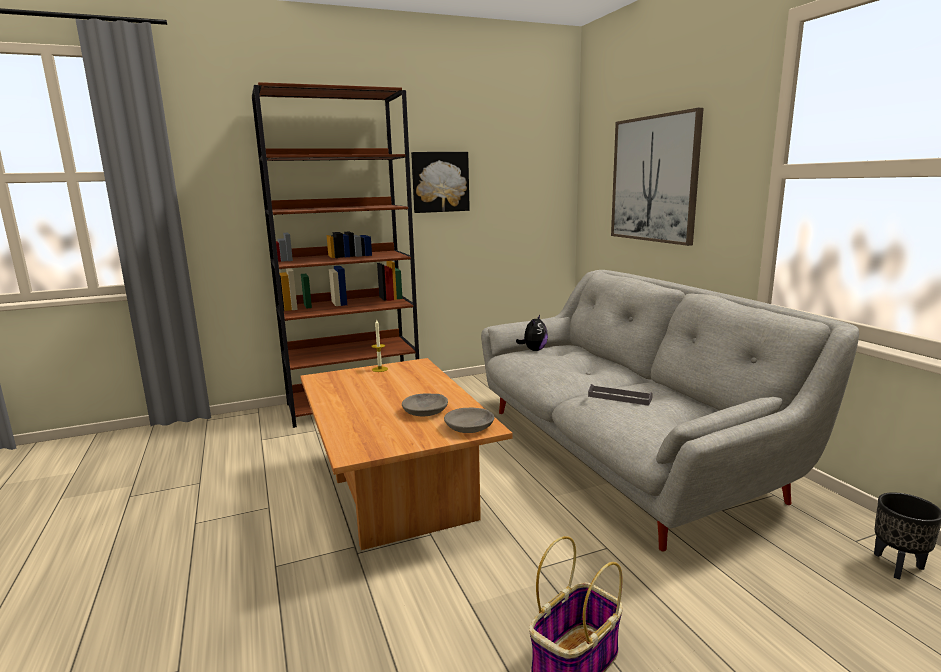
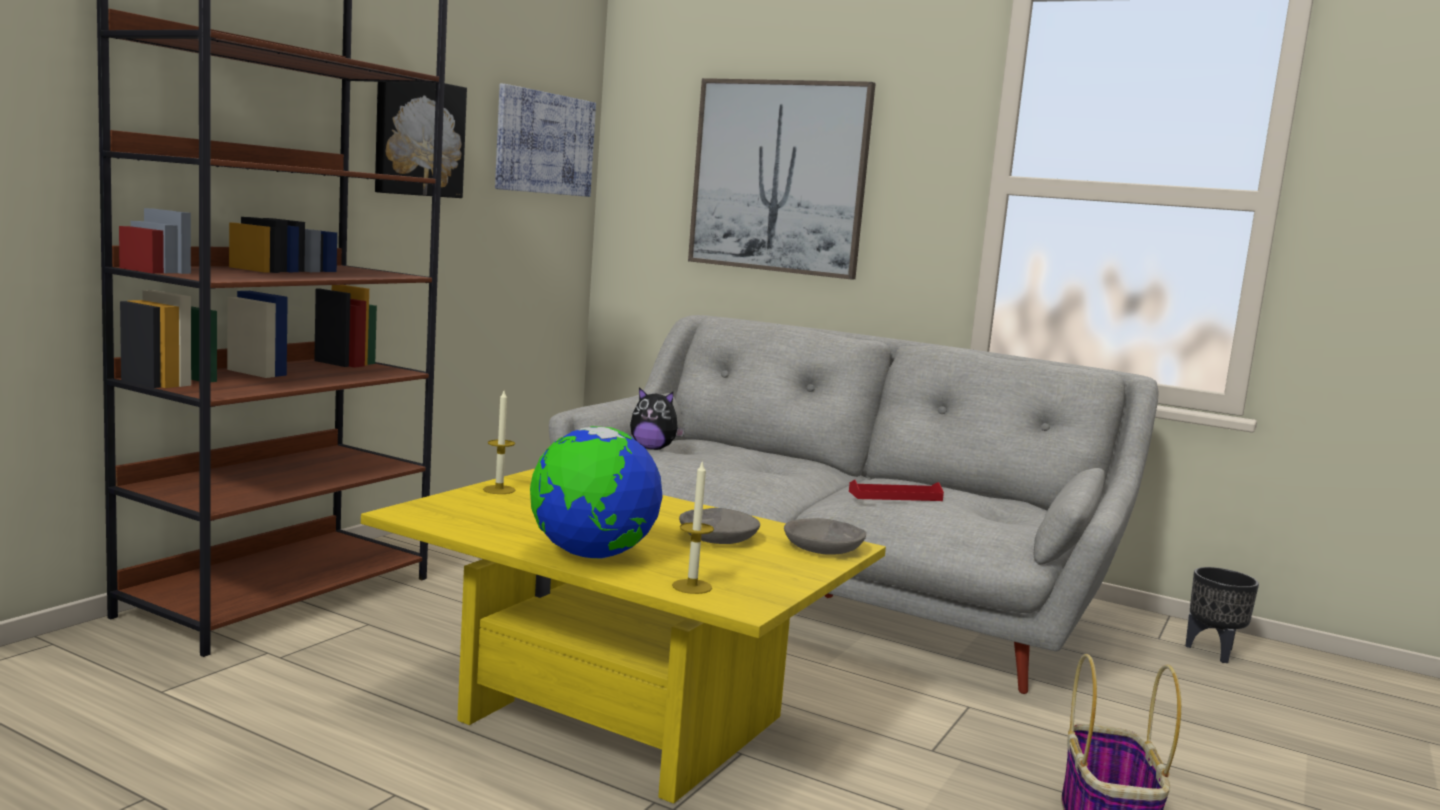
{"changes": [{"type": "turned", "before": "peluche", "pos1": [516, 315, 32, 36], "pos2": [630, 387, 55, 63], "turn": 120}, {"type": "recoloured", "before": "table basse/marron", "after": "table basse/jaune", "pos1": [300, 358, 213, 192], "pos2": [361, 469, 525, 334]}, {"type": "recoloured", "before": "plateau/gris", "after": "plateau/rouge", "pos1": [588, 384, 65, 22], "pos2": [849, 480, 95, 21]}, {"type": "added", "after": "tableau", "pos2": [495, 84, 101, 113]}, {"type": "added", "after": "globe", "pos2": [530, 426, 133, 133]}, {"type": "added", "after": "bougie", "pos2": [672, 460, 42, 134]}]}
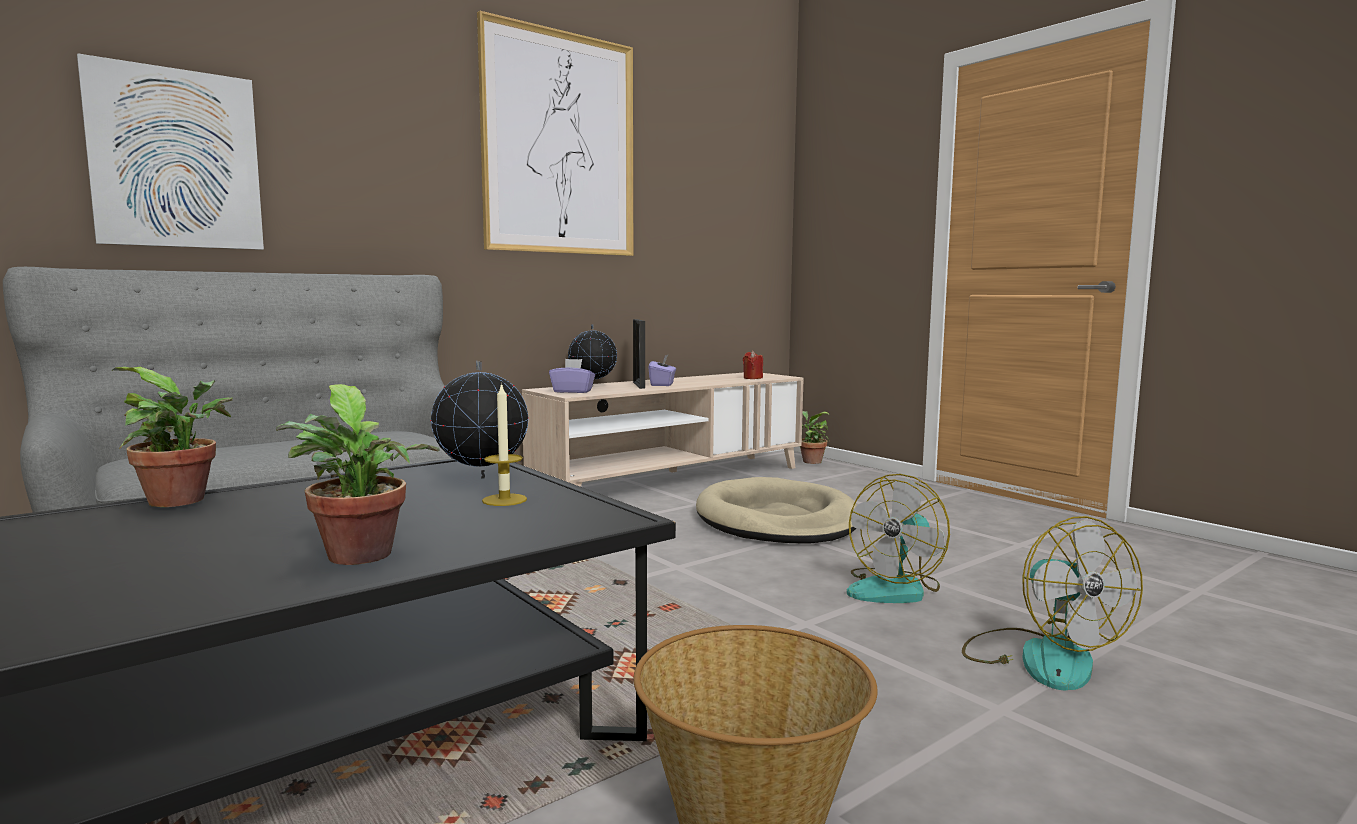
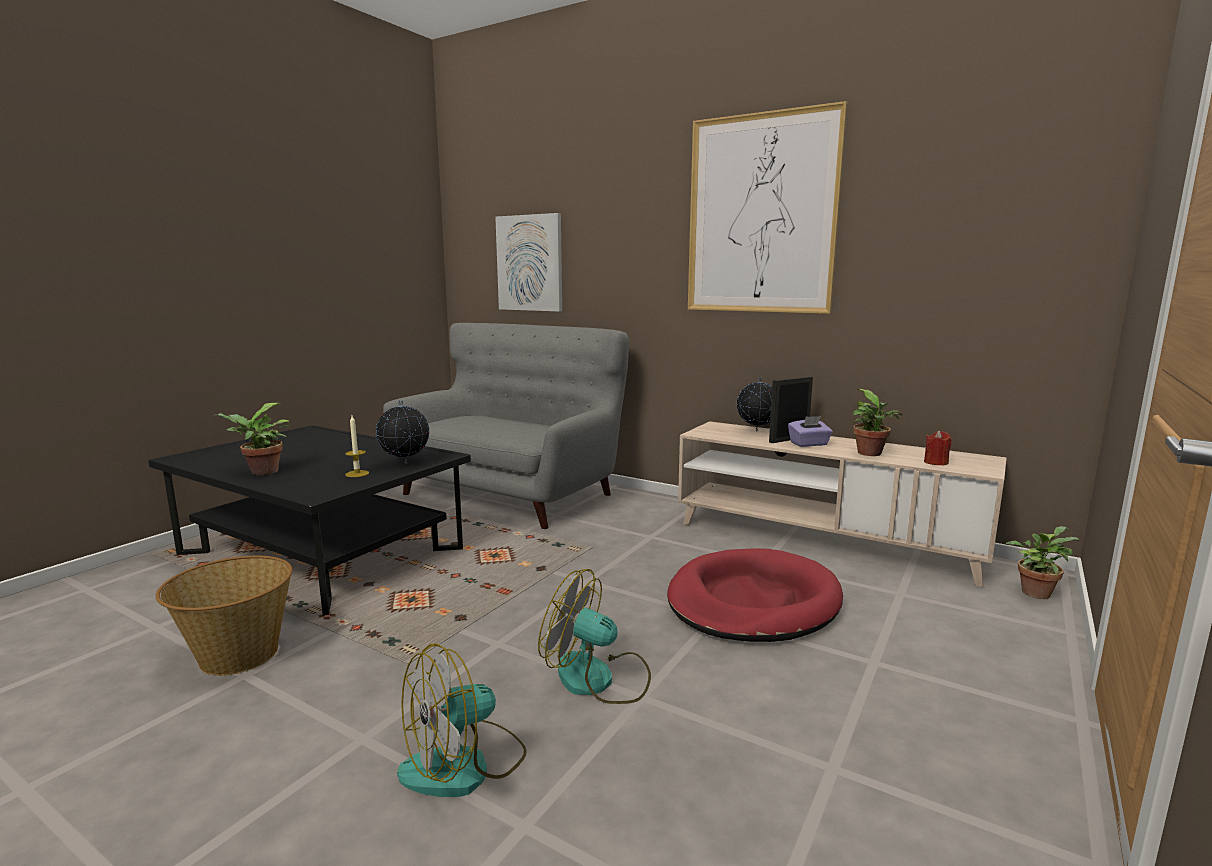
{"changes": [{"type": "removed", "before": "boîte à mouchoirs/violet", "pos1": [549, 359, 46, 34]}, {"type": "moved", "before": "plante en pot", "pos1": [111, 367, 122, 140], "pos2": [851, 389, 52, 67]}, {"type": "recoloured", "before": "panier pour chien/beige", "after": "panier pour chien/rouge", "pos1": [696, 477, 161, 67], "pos2": [667, 548, 176, 94]}]}
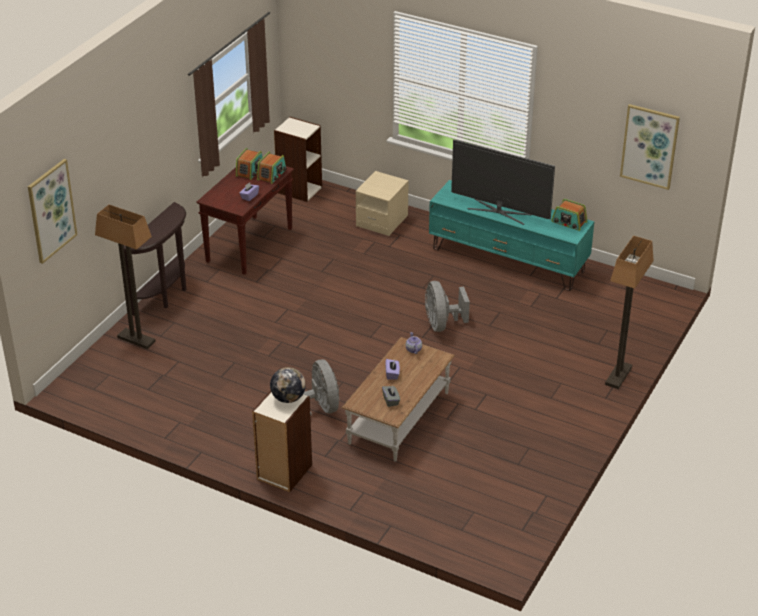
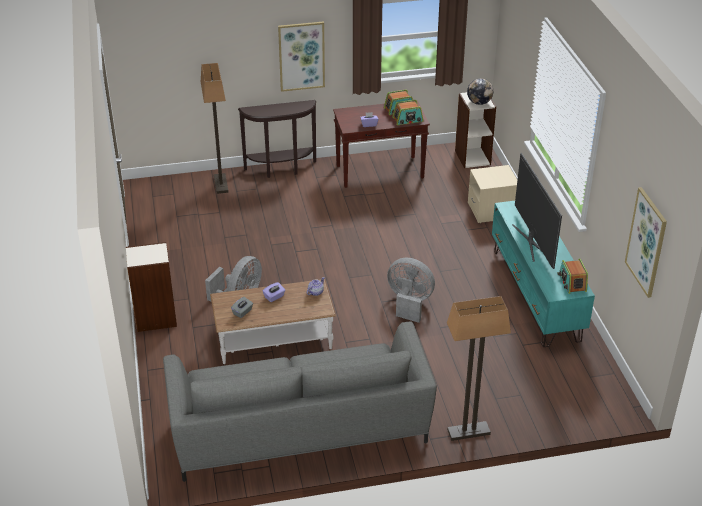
{"changes": [{"type": "moved", "before": "tableau", "pos1": [28, 159, 49, 105], "pos2": [278, 21, 47, 71]}, {"type": "turned", "before": "ventilateur/gris", "pos1": [425, 281, 45, 51], "pos2": [387, 258, 48, 65], "turn": 75}, {"type": "moved", "before": "globe", "pos1": [270, 367, 36, 36], "pos2": [467, 78, 26, 27]}, {"type": "added", "after": "canapé/gris", "pos2": [163, 321, 274, 161]}]}
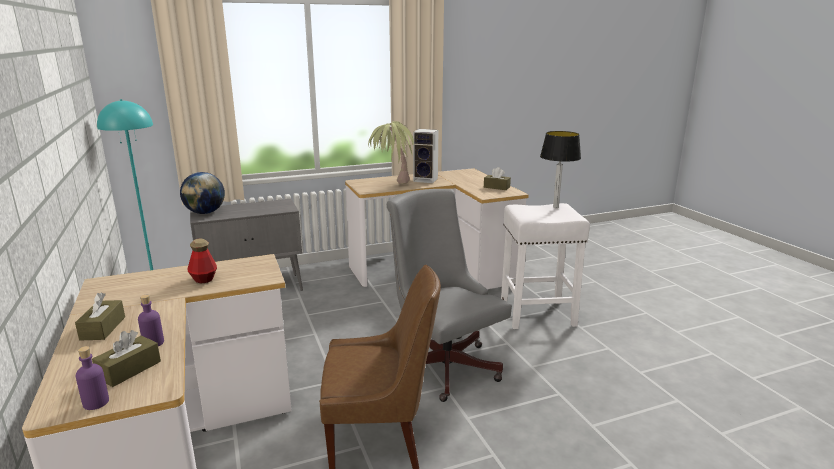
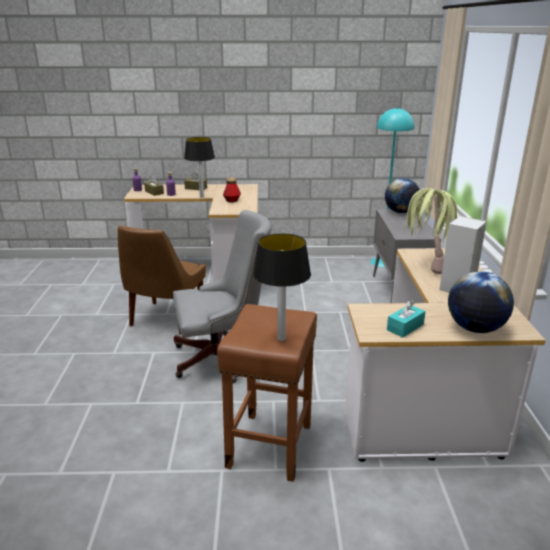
{"changes": [{"type": "recoloured", "before": "boîte à mouchoirs/marron", "after": "boîte à mouchoirs/turquoise", "pos1": [484, 167, 27, 23], "pos2": [387, 300, 39, 37]}, {"type": "recoloured", "before": "tabouret/blanc", "after": "tabouret/marron", "pos1": [501, 203, 89, 126], "pos2": [217, 304, 100, 178]}, {"type": "added", "after": "lampe de table", "pos2": [184, 137, 31, 61]}, {"type": "added", "after": "globe", "pos2": [448, 271, 66, 62]}]}
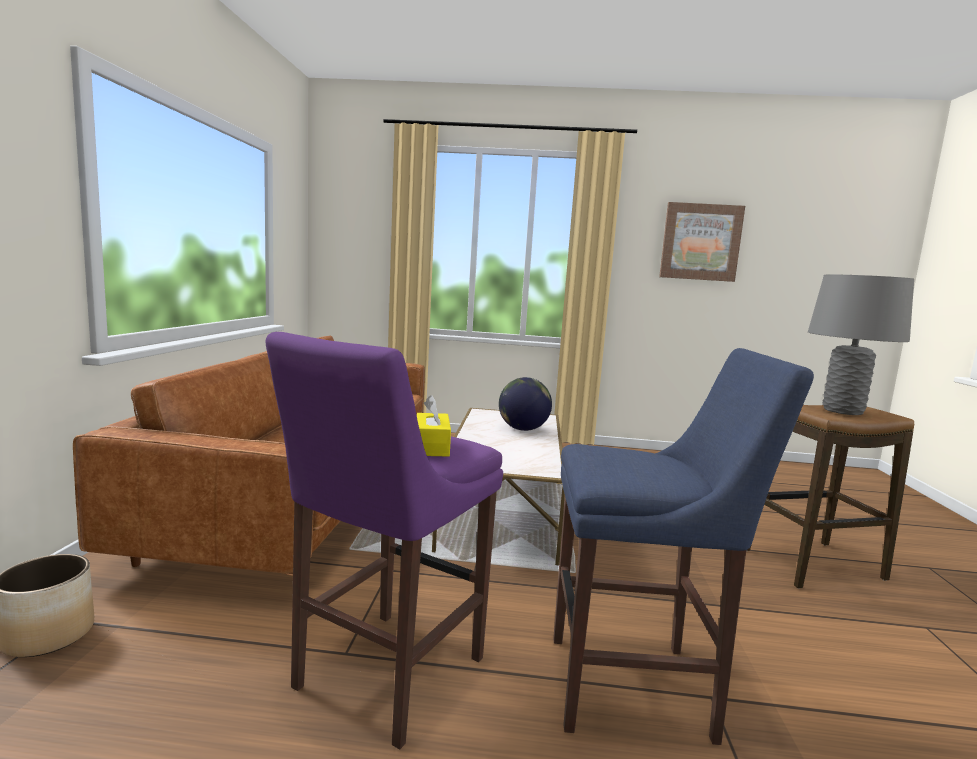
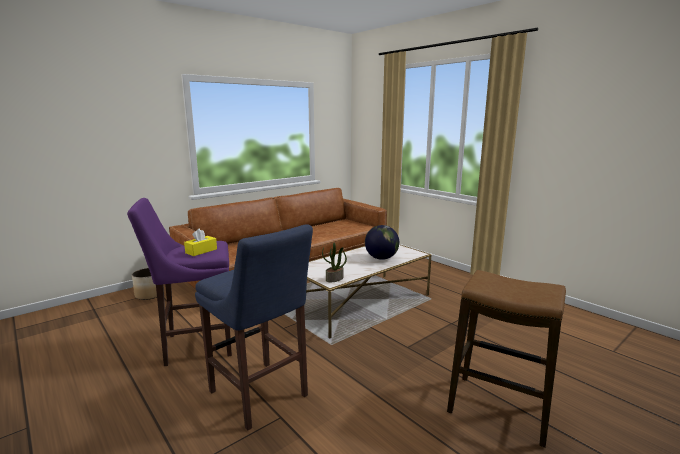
{"changes": [{"type": "removed", "before": "tableau", "pos1": [659, 202, 86, 80]}, {"type": "removed", "before": "lampe de table/gris", "pos1": [808, 274, 106, 141]}, {"type": "added", "after": "plante en pot", "pos2": [322, 242, 25, 40]}]}
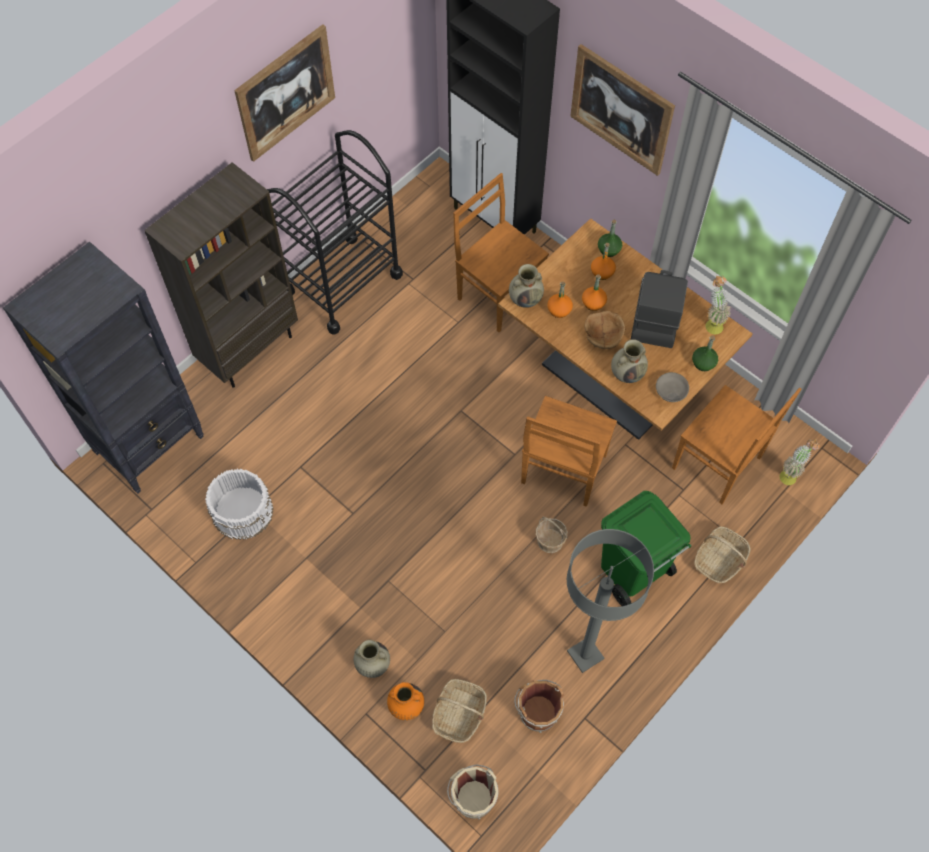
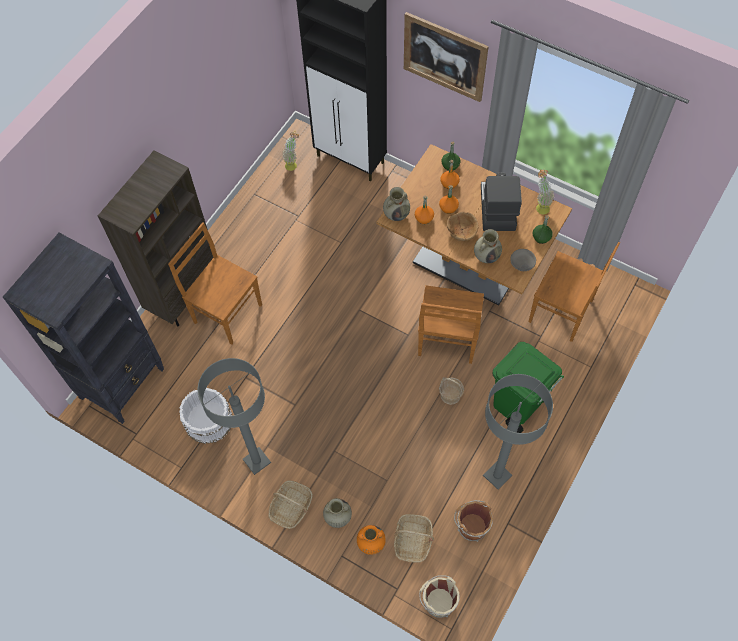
{"changes": [{"type": "removed", "before": "tableau", "pos1": [234, 24, 101, 138]}, {"type": "removed", "before": "chariot/noir", "pos1": [267, 130, 136, 205]}, {"type": "moved", "before": "chaise/marron", "pos1": [453, 173, 96, 159], "pos2": [168, 222, 94, 123]}, {"type": "moved", "before": "plante en pot", "pos1": [779, 439, 41, 46], "pos2": [282, 131, 17, 40]}, {"type": "moved", "before": "panier", "pos1": [694, 526, 56, 57], "pos2": [268, 481, 45, 48]}, {"type": "added", "after": "lampadaire/gris", "pos2": [197, 358, 74, 117]}]}
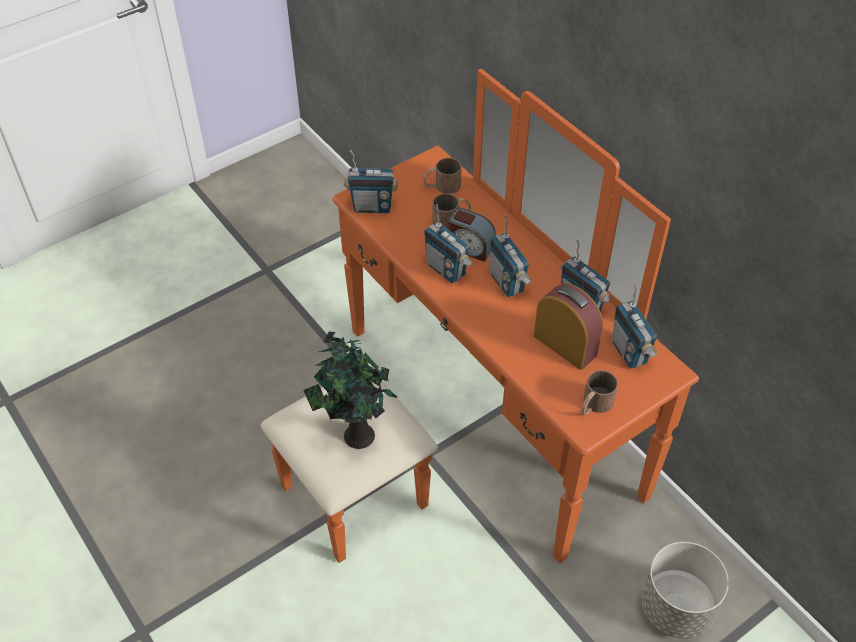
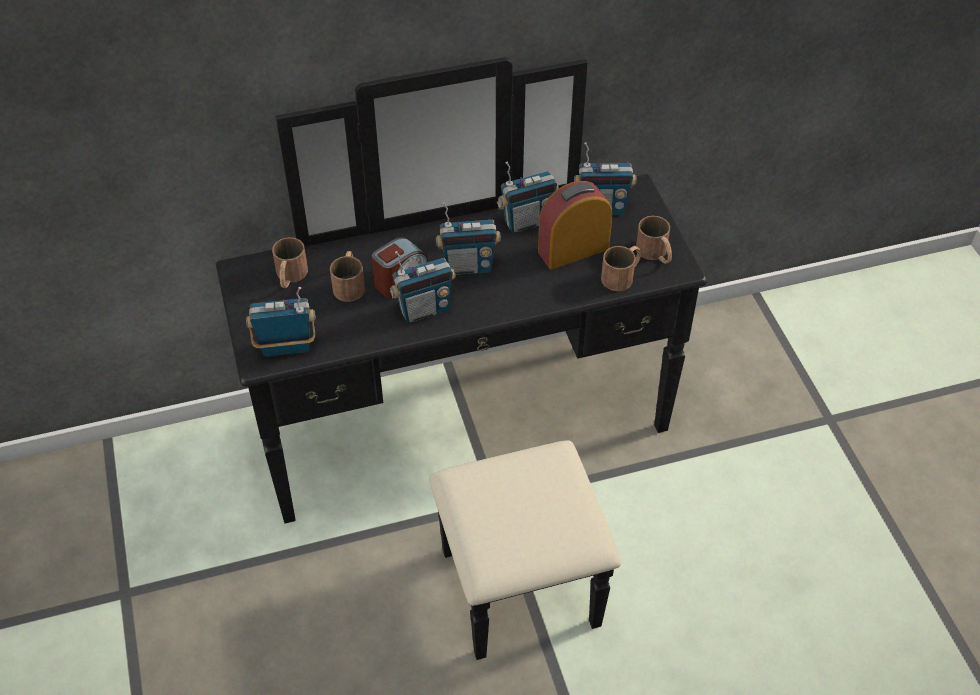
{"changes": [{"type": "recoloured", "before": "commode/orange", "after": "commode/noir", "pos1": [261, 69, 438, 494], "pos2": [216, 57, 491, 603]}, {"type": "turned", "before": "radio", "pos1": [344, 150, 54, 63], "pos2": [246, 287, 70, 69], "turn": -120}, {"type": "removed", "before": "plante en pot", "pos1": [303, 332, 94, 117]}, {"type": "removed", "before": "cache-pot/gris", "pos1": [641, 542, 88, 97]}, {"type": "added", "after": "mug/marron", "pos2": [601, 246, 40, 45]}]}
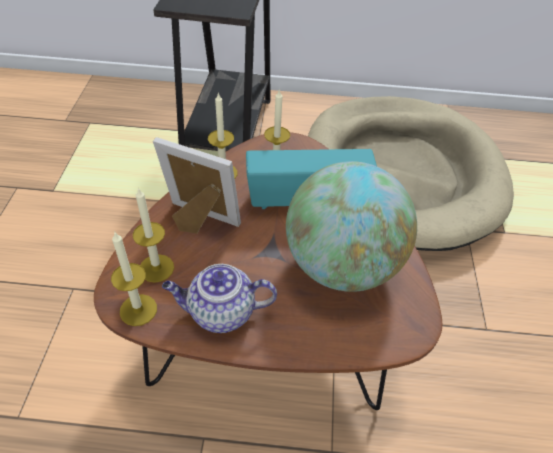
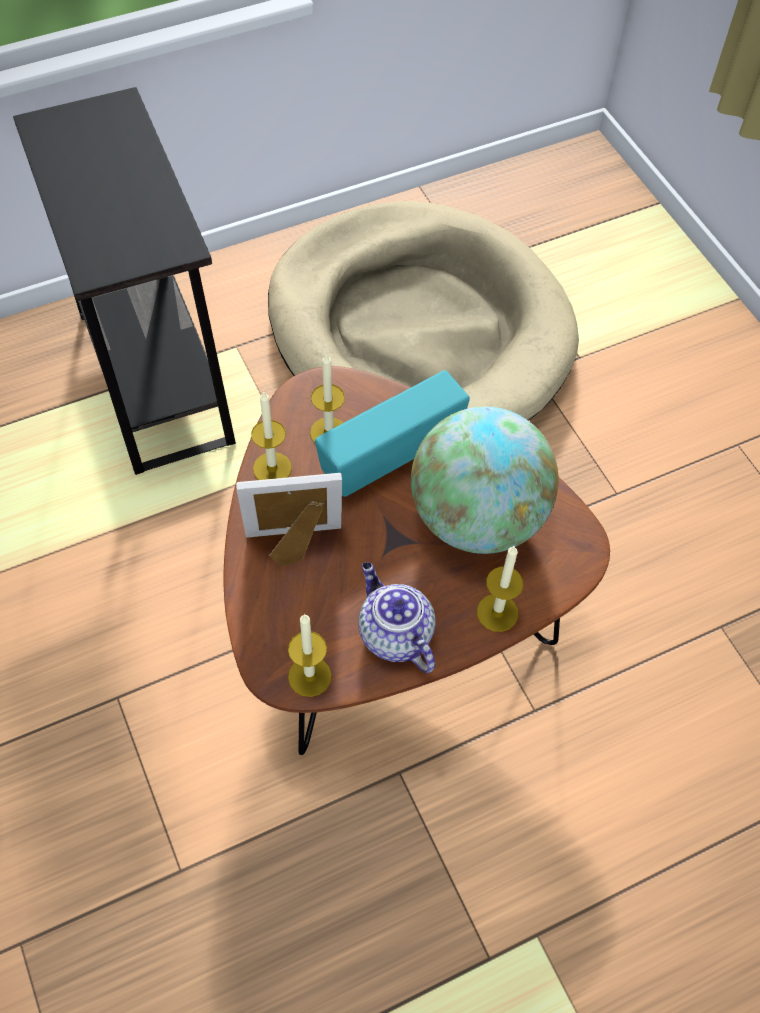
{"changes": [{"type": "moved", "before": "bougie", "pos1": [133, 187, 41, 96], "pos2": [477, 546, 47, 86]}, {"type": "turned", "before": "théière", "pos1": [162, 264, 115, 69], "pos2": [359, 562, 77, 111], "turn": 90}]}
